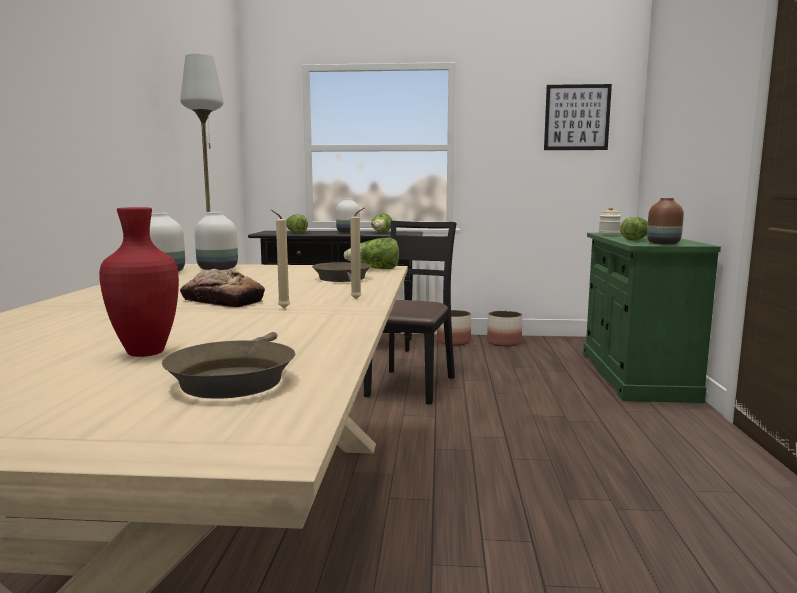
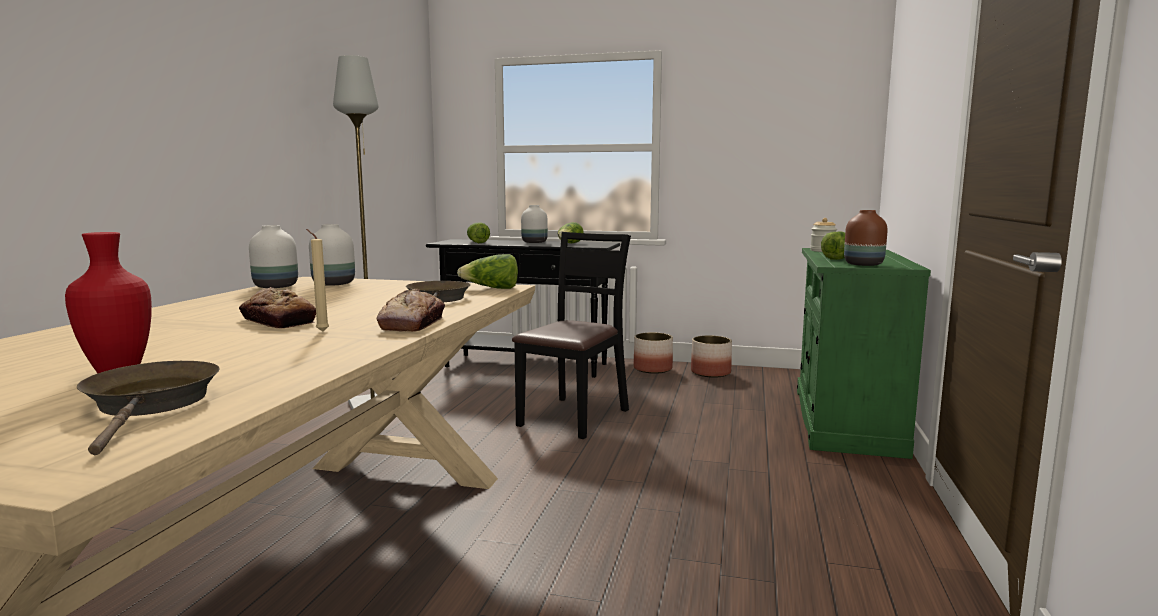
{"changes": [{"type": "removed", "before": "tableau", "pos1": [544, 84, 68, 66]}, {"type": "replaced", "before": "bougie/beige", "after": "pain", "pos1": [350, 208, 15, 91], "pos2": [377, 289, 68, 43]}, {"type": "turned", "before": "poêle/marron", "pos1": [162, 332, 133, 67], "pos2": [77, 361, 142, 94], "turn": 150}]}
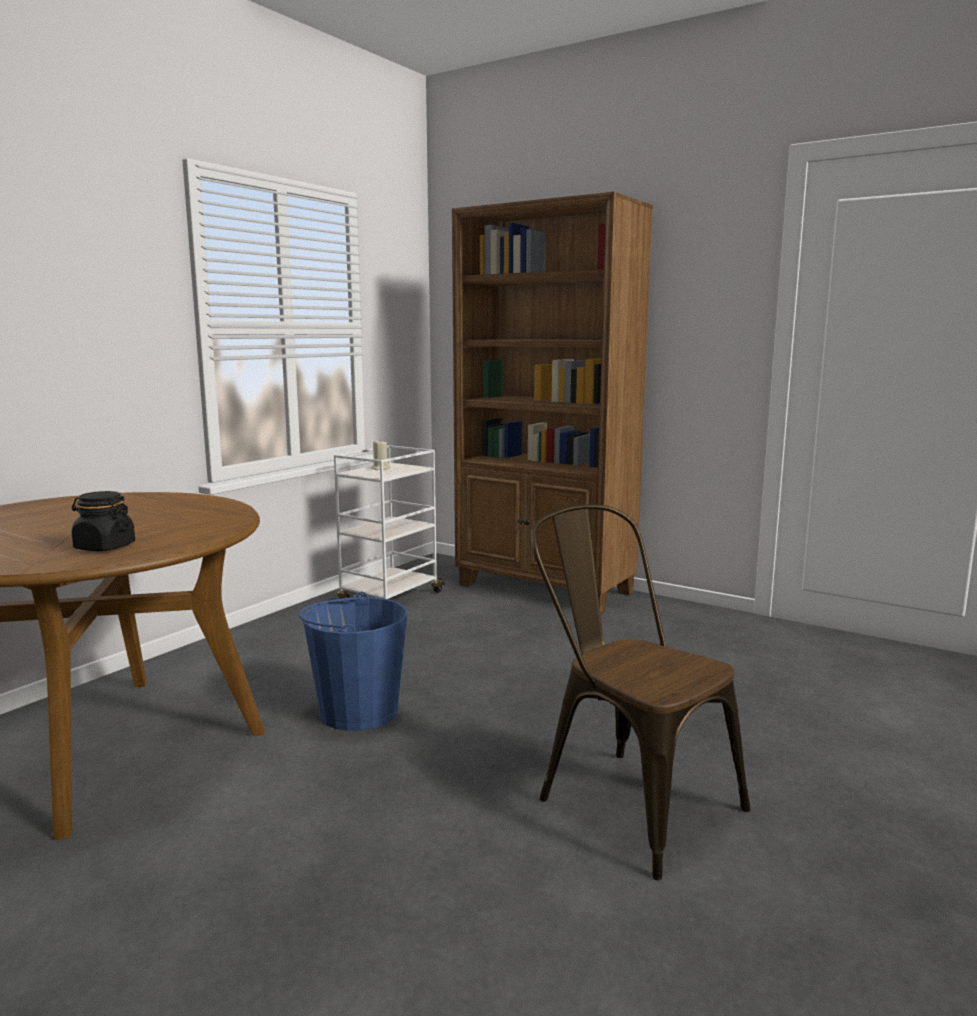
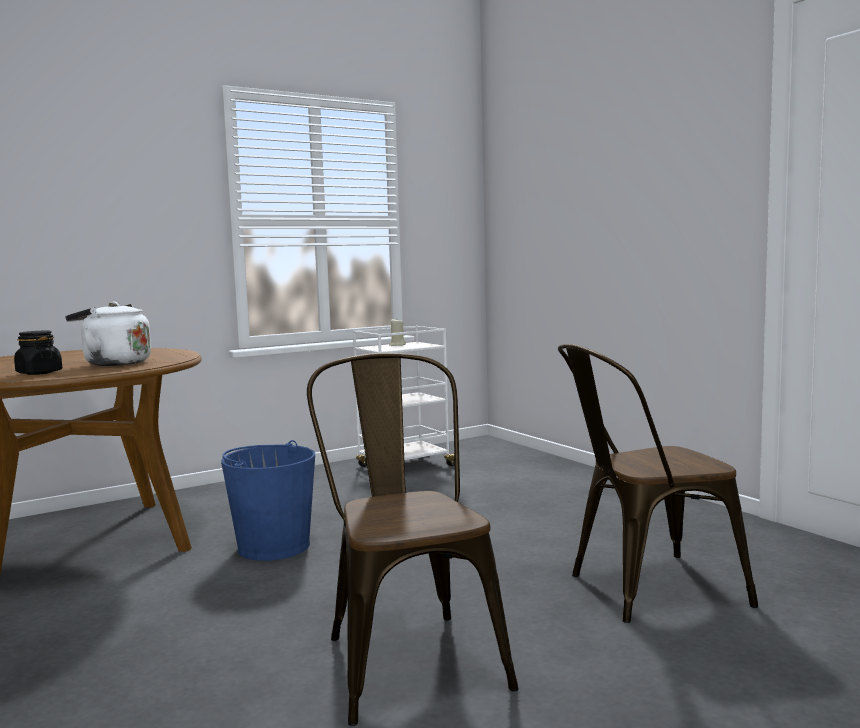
{"changes": [{"type": "removed", "before": "bibliothèque/marron", "pos1": [452, 192, 201, 422]}, {"type": "added", "after": "bouilloire/blanc", "pos2": [65, 302, 86, 64]}, {"type": "added", "after": "chaise/marron", "pos2": [558, 344, 200, 279]}]}
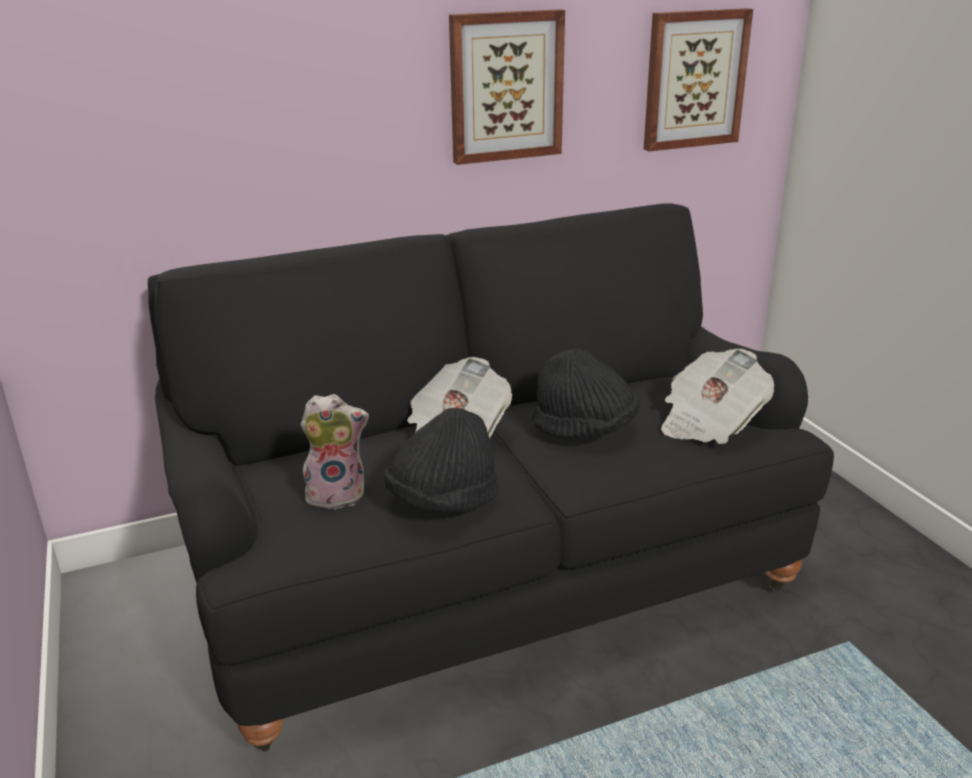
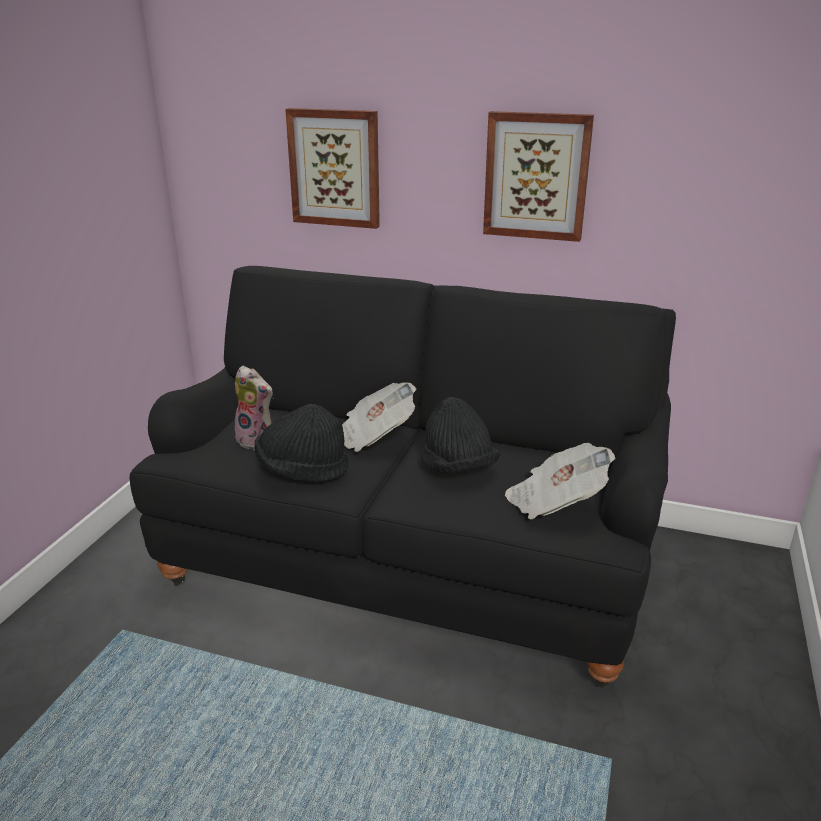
{"changes": [{"type": "moved", "before": "tableau", "pos1": [644, 8, 109, 143], "pos2": [285, 108, 95, 121]}]}
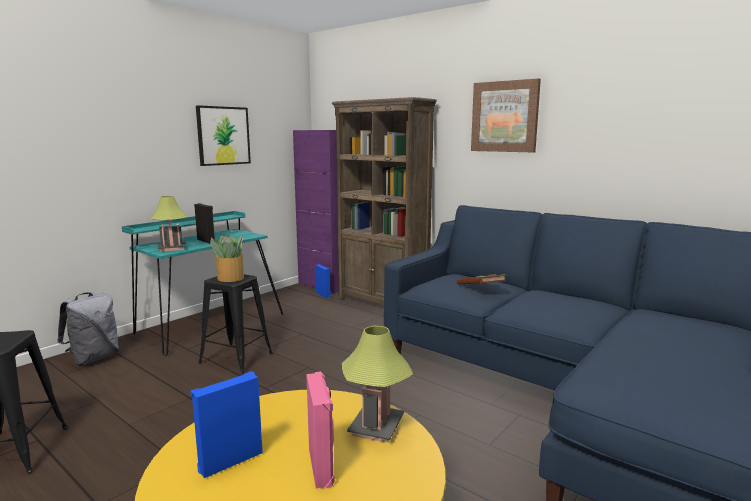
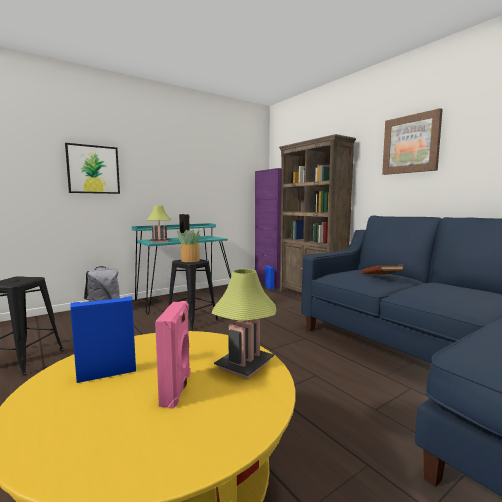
{"changes": [{"type": "moved", "before": "tableau", "pos1": [196, 105, 55, 61], "pos2": [65, 143, 55, 51]}]}
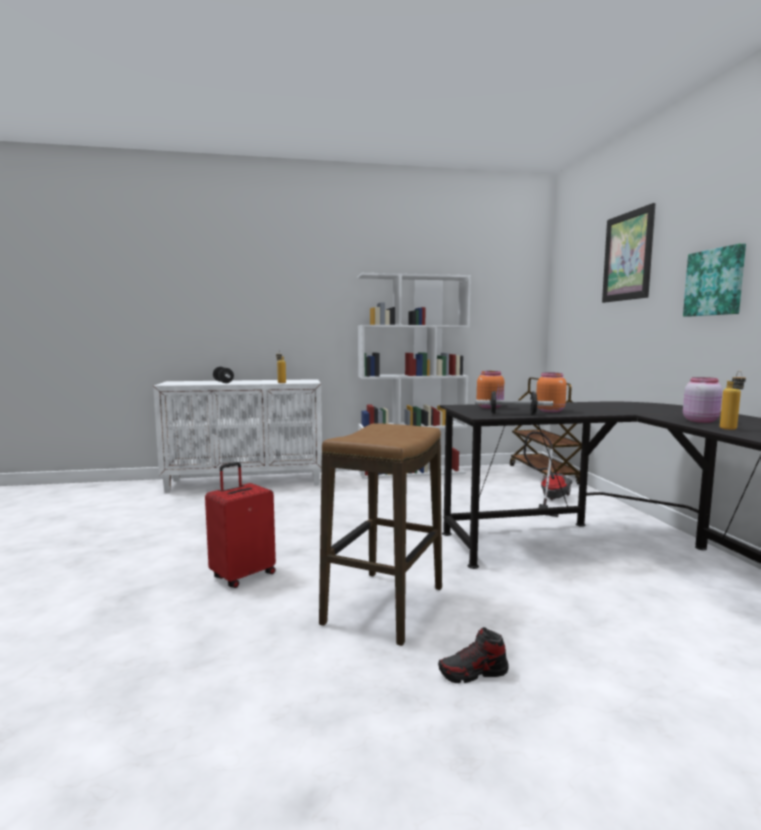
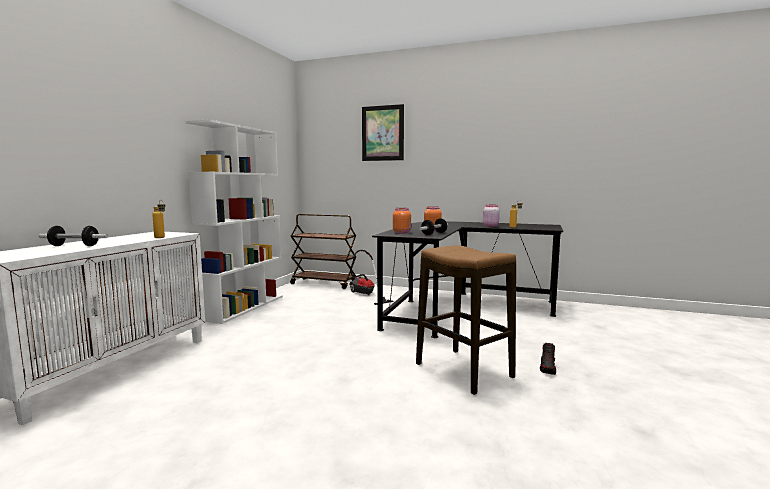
{"changes": [{"type": "removed", "before": "tableau", "pos1": [683, 243, 63, 74]}, {"type": "removed", "before": "valise/rouge", "pos1": [205, 462, 71, 126]}]}
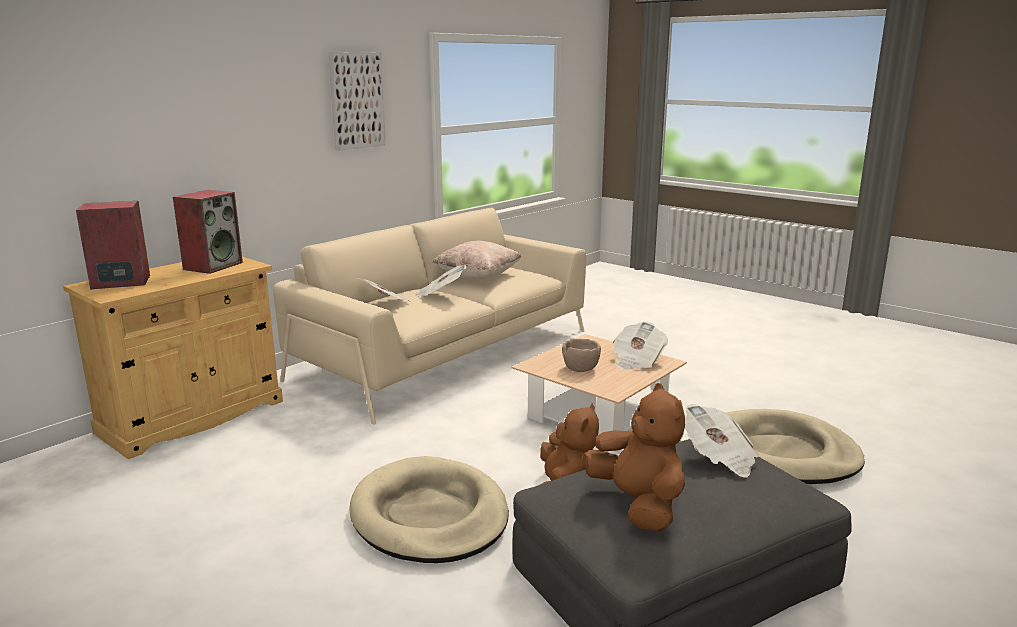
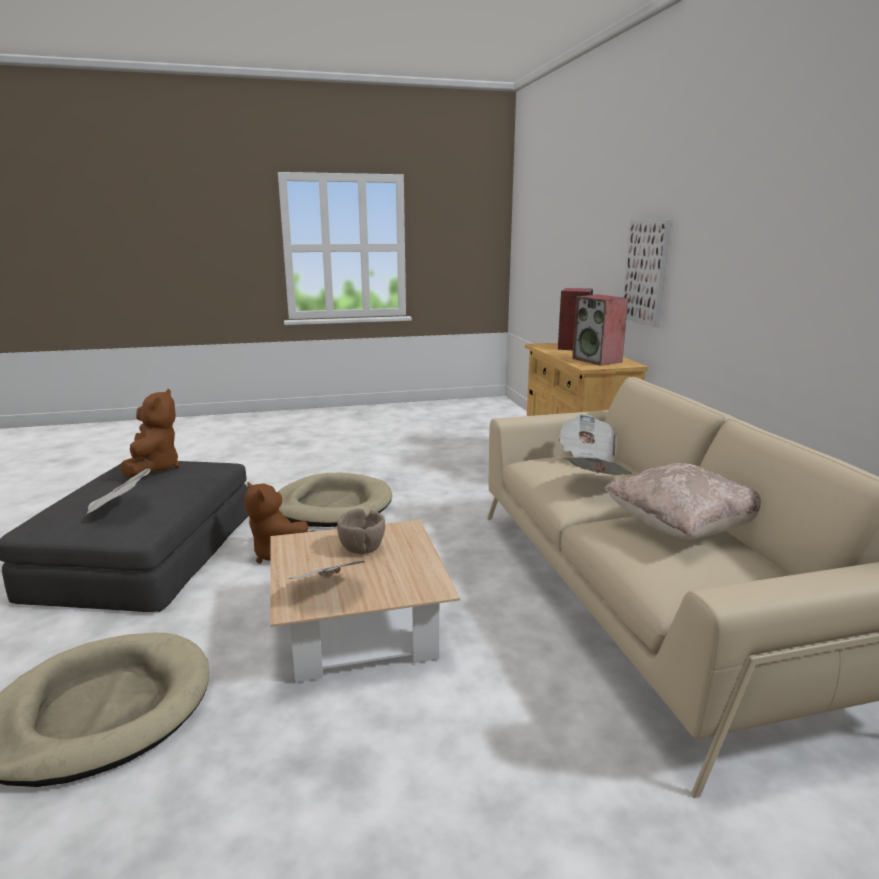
{"changes": [{"type": "moved", "before": "tableau", "pos1": [329, 52, 57, 99], "pos2": [623, 220, 48, 107]}, {"type": "turned", "before": "peluche/marron", "pos1": [583, 383, 102, 148], "pos2": [120, 389, 60, 89], "turn": -105}]}
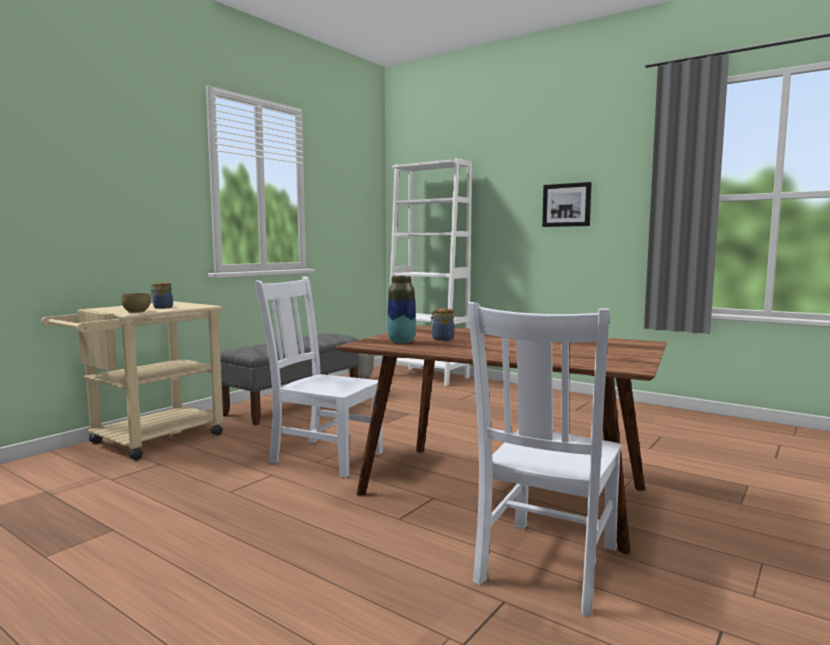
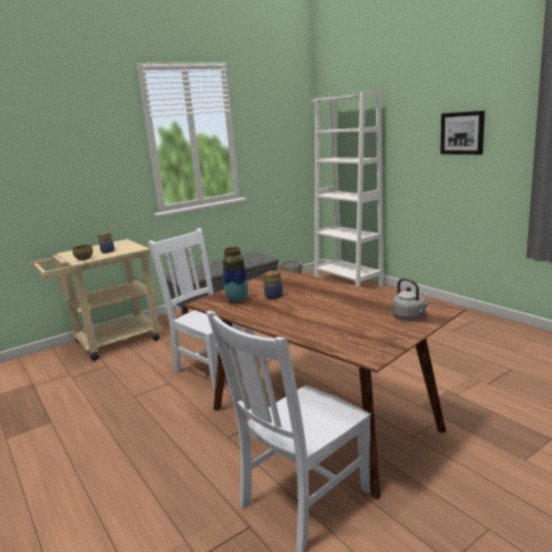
{"changes": [{"type": "added", "after": "bouilloire/gris", "pos2": [392, 278, 38, 41]}]}
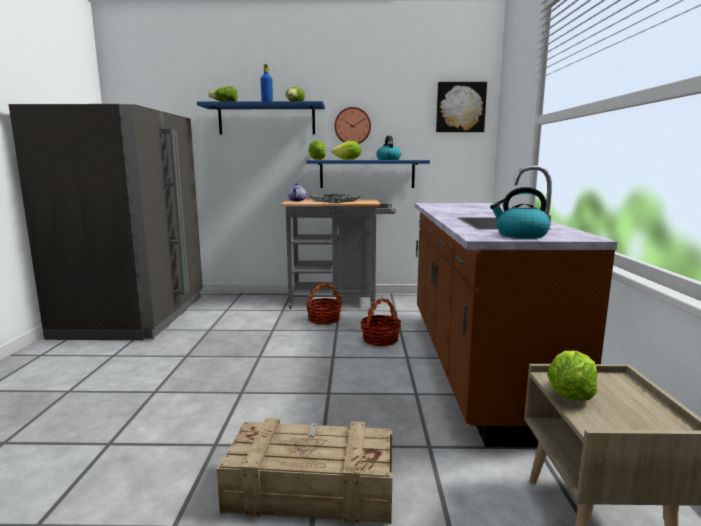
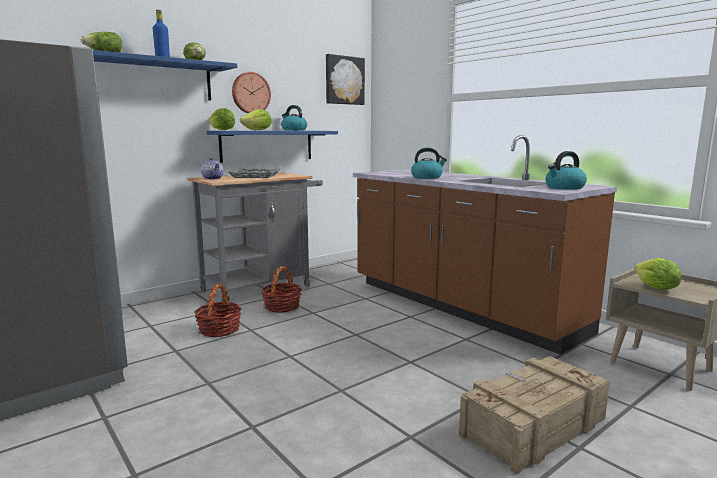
{"changes": [{"type": "moved", "before": "panier", "pos1": [360, 298, 41, 48], "pos2": [194, 284, 48, 53]}, {"type": "added", "after": "bouilloire", "pos2": [411, 148, 36, 31]}]}
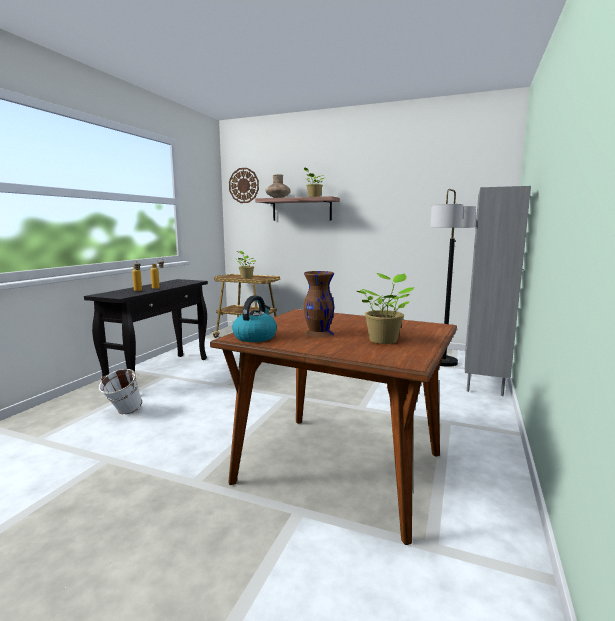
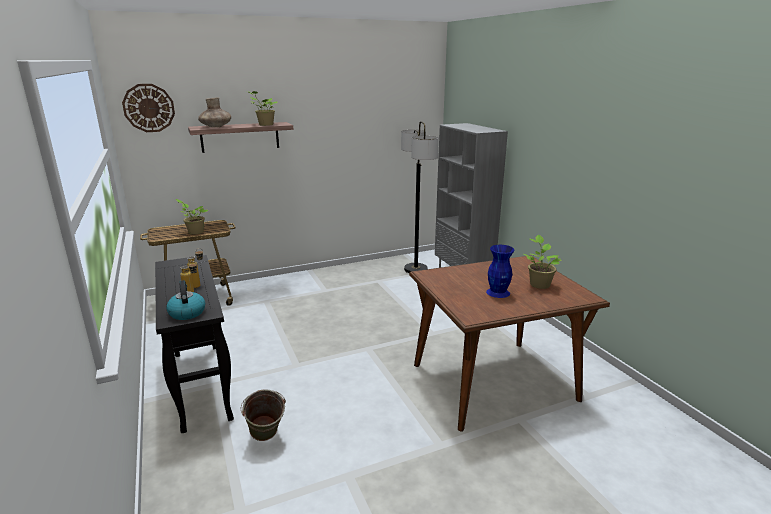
{"changes": [{"type": "recoloured", "before": "vase/marron", "after": "vase/bleu", "pos1": [303, 271, 31, 67], "pos2": [486, 245, 29, 53]}, {"type": "moved", "before": "bouilloire", "pos1": [232, 296, 45, 46], "pos2": [166, 280, 39, 40]}, {"type": "recoloured", "before": "seau/blanc", "after": "seau/vert", "pos1": [99, 369, 43, 46], "pos2": [241, 389, 45, 52]}]}
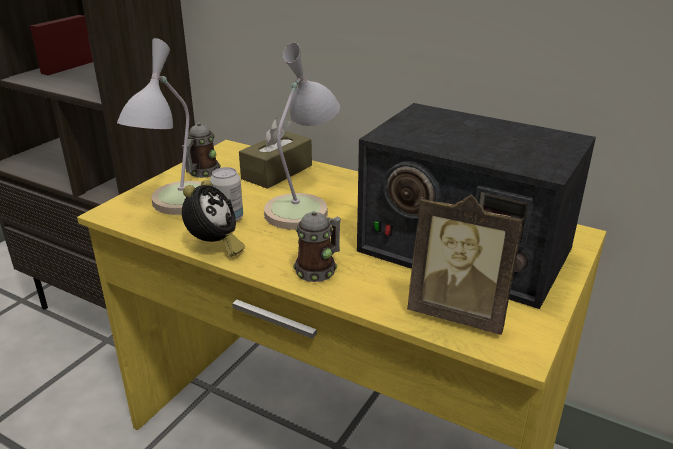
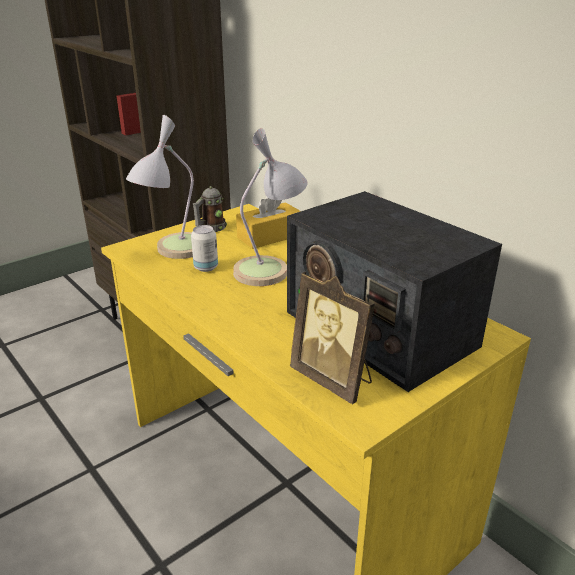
{"changes": [{"type": "recoloured", "before": "boîte à mouchoirs/marron", "after": "boîte à mouchoirs/jaune", "pos1": [239, 117, 73, 72], "pos2": [236, 196, 64, 53]}, {"type": "removed", "before": "réveil", "pos1": [182, 180, 63, 77]}, {"type": "removed", "before": "mug", "pos1": [293, 211, 48, 71]}]}
